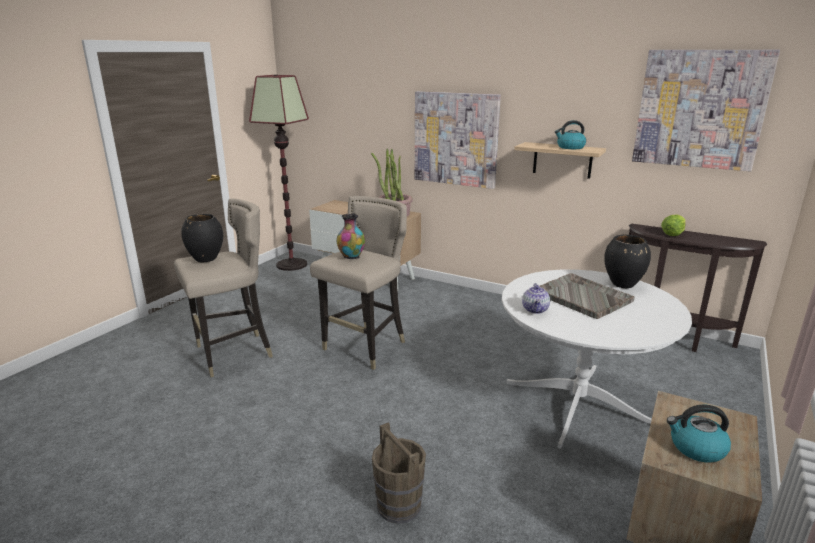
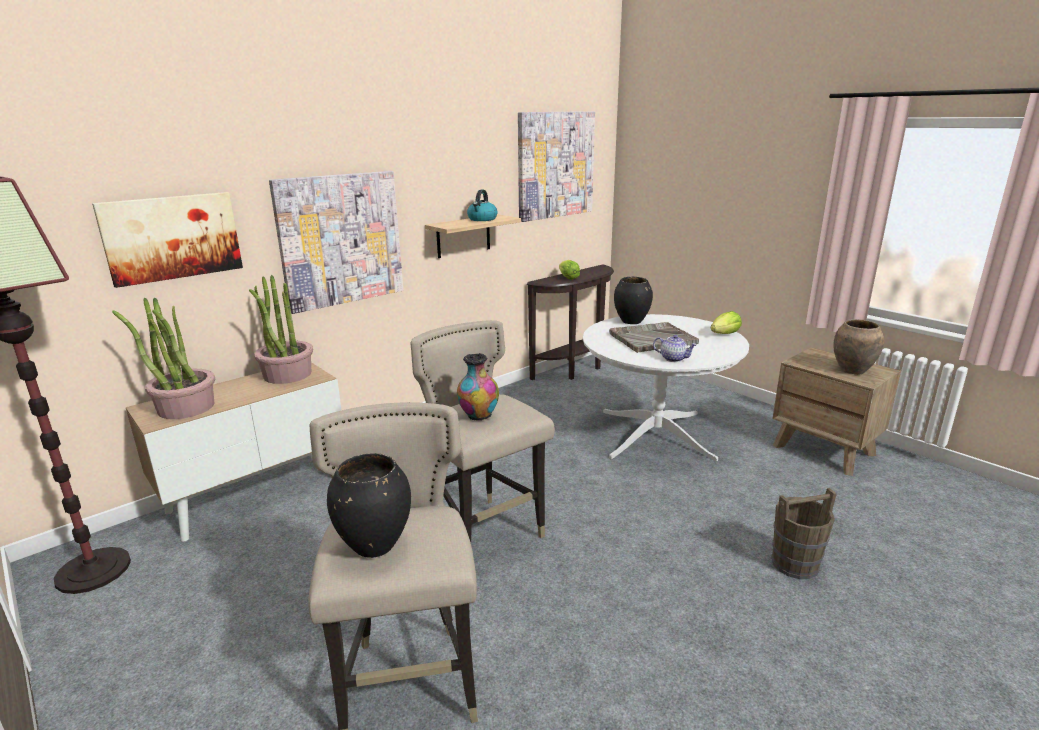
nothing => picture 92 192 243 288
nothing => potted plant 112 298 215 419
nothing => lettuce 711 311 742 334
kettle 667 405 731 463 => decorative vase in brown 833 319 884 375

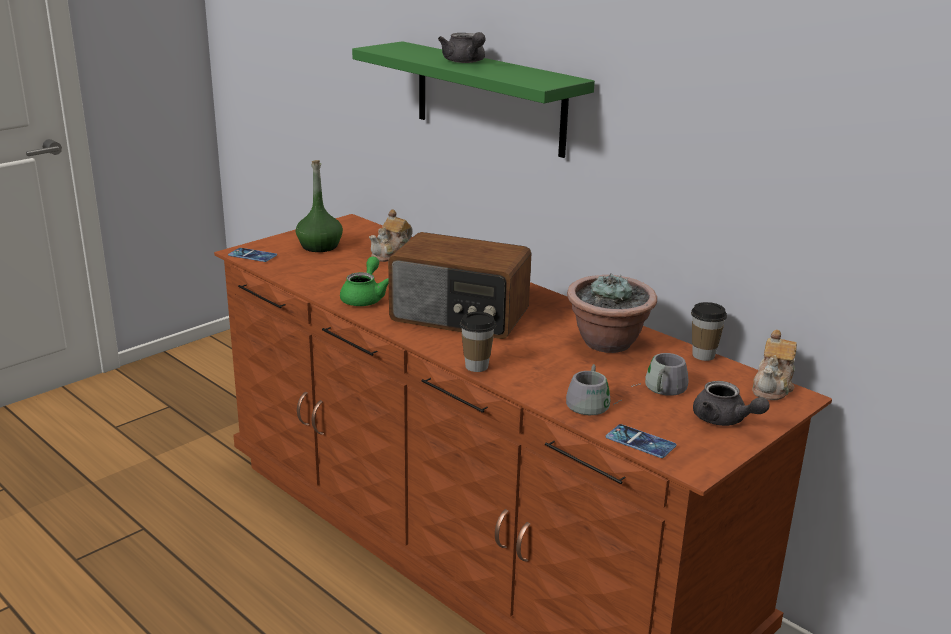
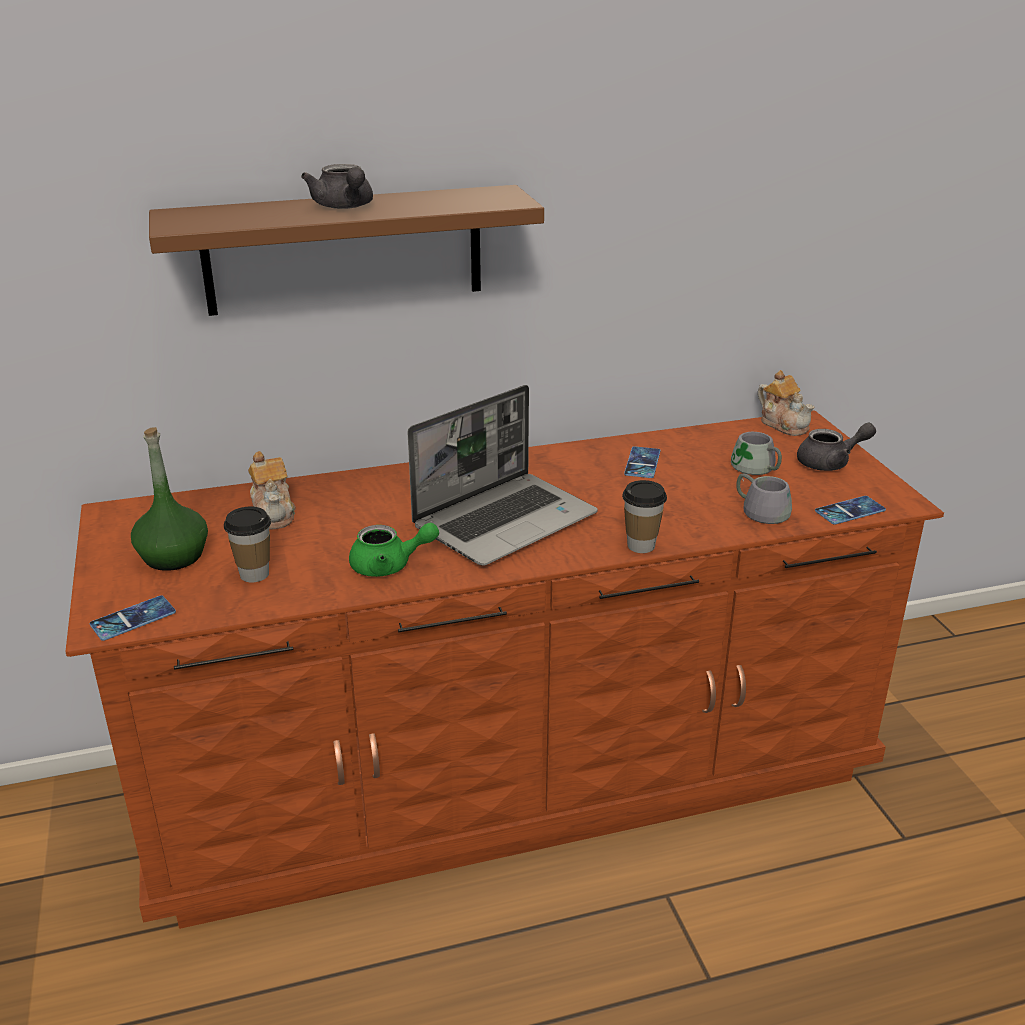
shelf in green 352 41 595 158 => shelf in brown 149 185 544 316
cup 691 302 727 361 => cup 224 507 271 582, shifted
teapot in greyish 438 32 485 63 => teapot in greyish 301 164 373 209, 60 degrees clockwise
teapot in green 340 257 389 306 => teapot in green 349 523 439 577, 135 degrees clockwise
radio 388 232 531 339 => portable computer 408 385 598 566
potted plant 567 274 657 353 => telephone 624 446 660 478

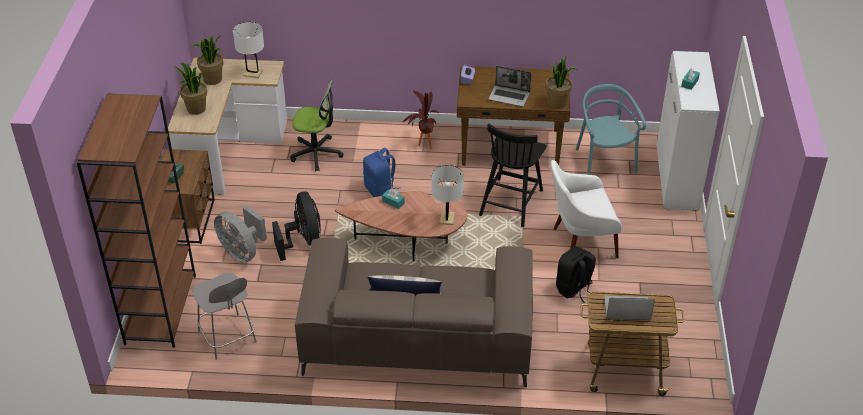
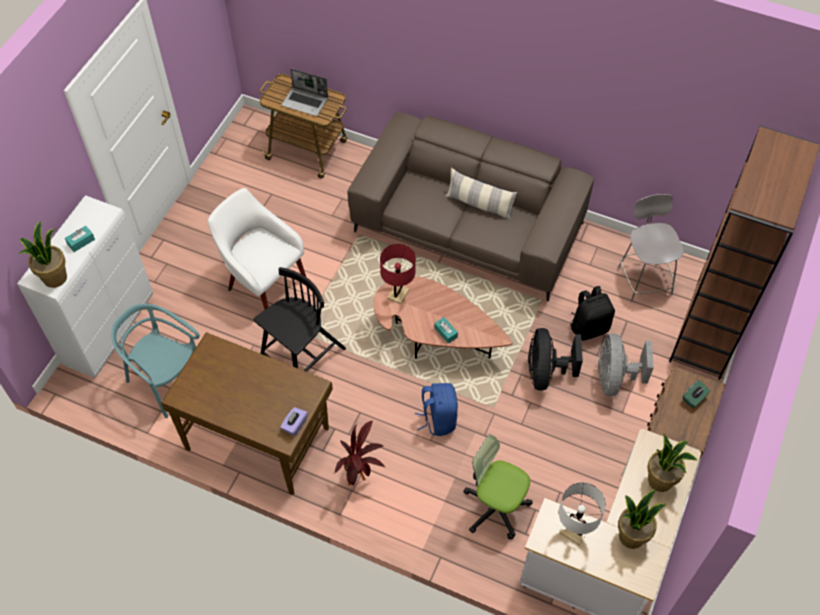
potted plant 545 56 577 109 => potted plant 19 221 67 288, shifted
upright chair in turquoise 576 84 646 175 => upright chair in turquoise 111 303 200 418, 120 degrees clockwise
armchair in whitish 551 160 622 258 => armchair in whitish 208 188 306 310, 150 degrees counterclockwise
table lamp in whitish 432 165 464 225 => table lamp in reddish 380 244 416 304
knapsack in black 556 247 596 303 => knapsack in black 570 286 615 340, shifted
cooling fan in greyish 214 205 267 263 => cooling fan in greyish 598 333 654 396, 150 degrees counterclockwise
portable computer 488 66 532 107 => nothing

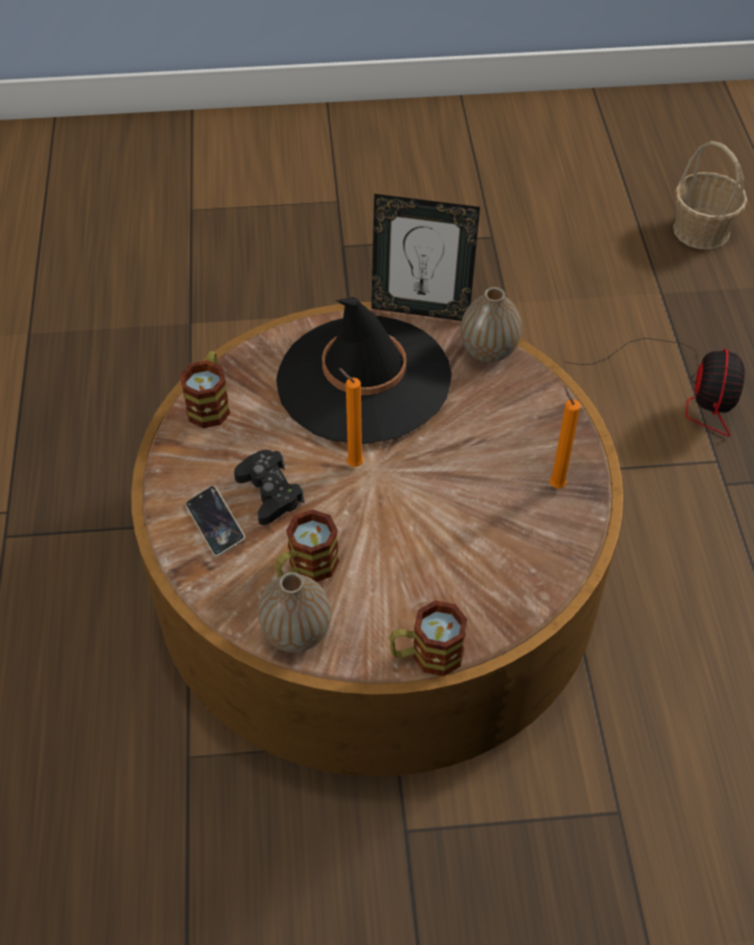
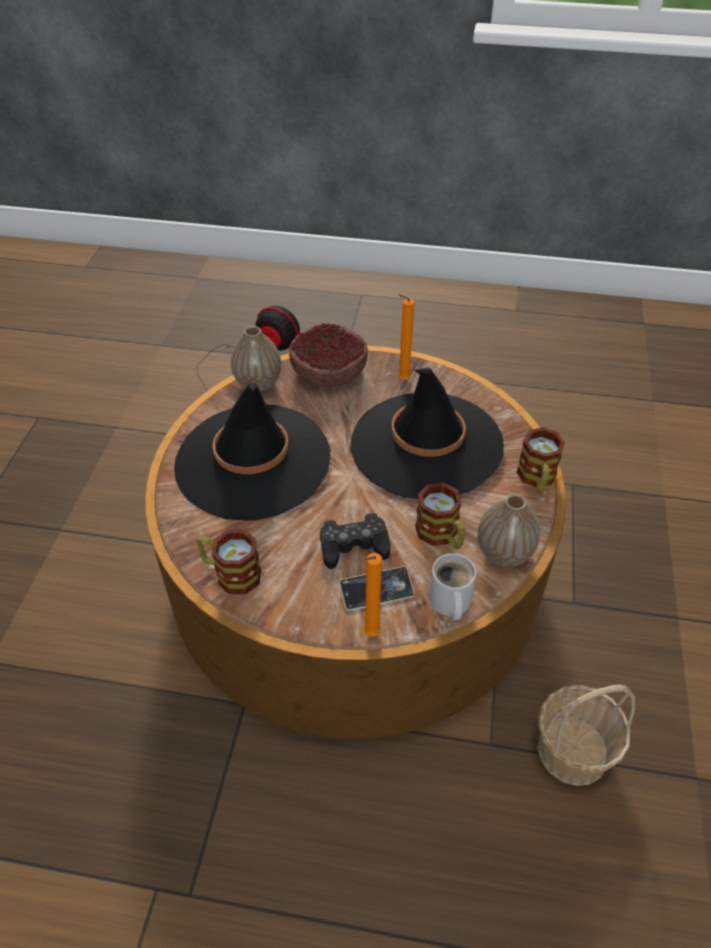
nothing => deep dish 289 323 368 387
nothing => clothing hat in black 350 367 504 499
wax candle in orange 339 368 364 467 => wax candle in orange 364 553 382 636, shifted
nothing => tea mug in whitish 429 553 476 620
basket 673 141 747 250 => basket 538 685 635 786, shifted
standing frame 371 194 480 321 => nothing

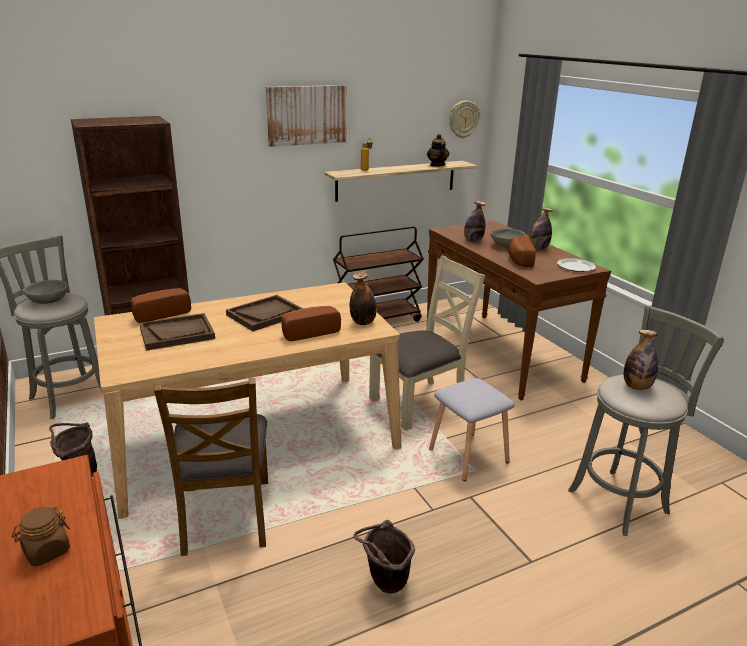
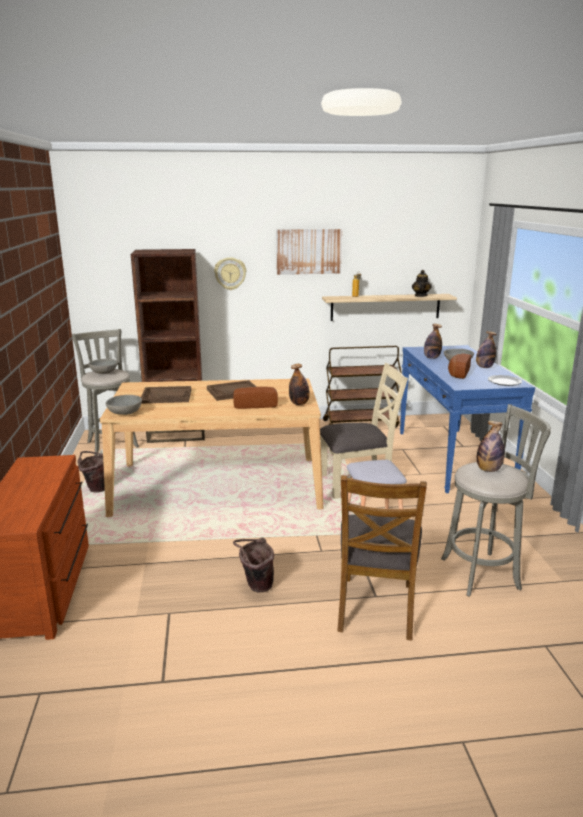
nothing => deep dish in greyish 106 395 142 415
hanging clock 449 101 480 139 => hanging clock 214 257 246 290, shifted
upright chair in brown 154 378 268 556 => upright chair in brown 337 475 427 641, shifted
console table in brown 426 220 611 400 => console table in blue 400 345 535 493
storage jar in brown 12 507 70 566 => nothing
bread 131 288 191 323 => nothing

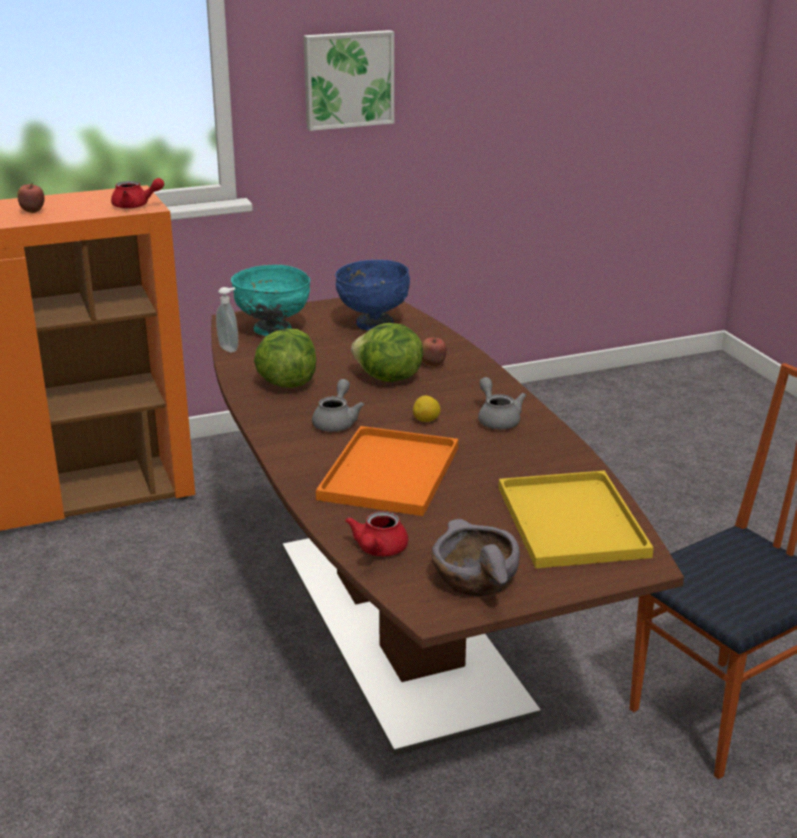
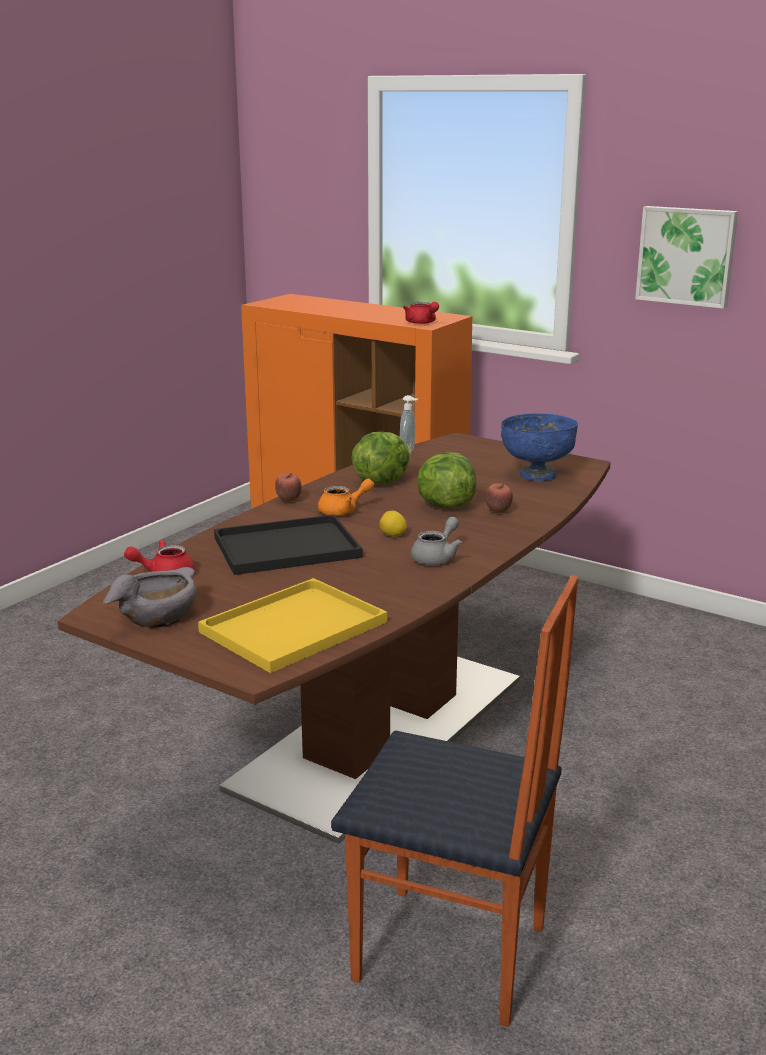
carrying tray in orange 316 426 458 516 => carrying tray in black 214 515 363 575
whole apple 17 183 45 213 => whole apple 275 473 302 502, shifted
teapot in greyish 312 379 364 432 => teapot in orange 318 478 374 516
deep dish in turquoise 231 265 311 336 => nothing

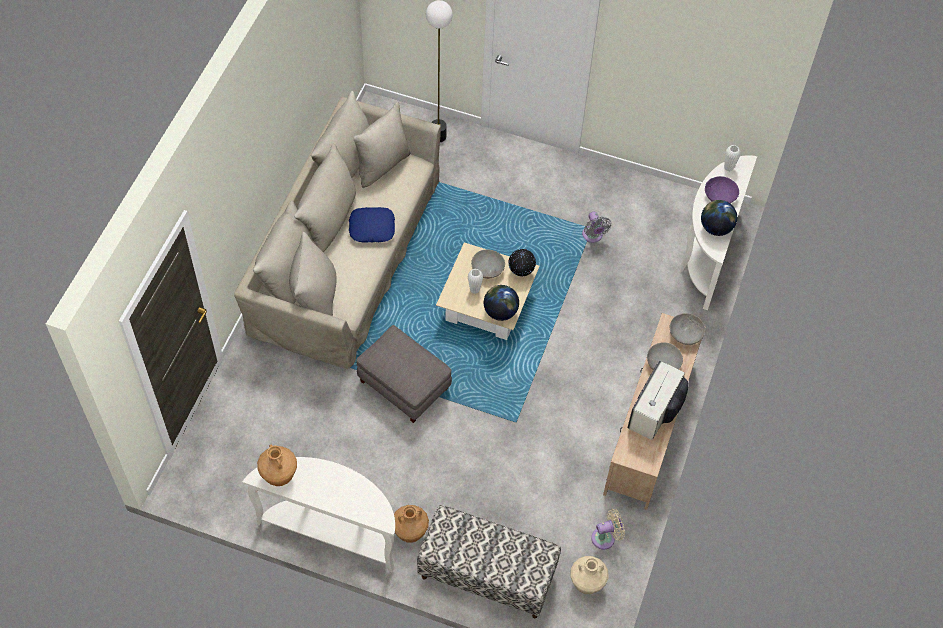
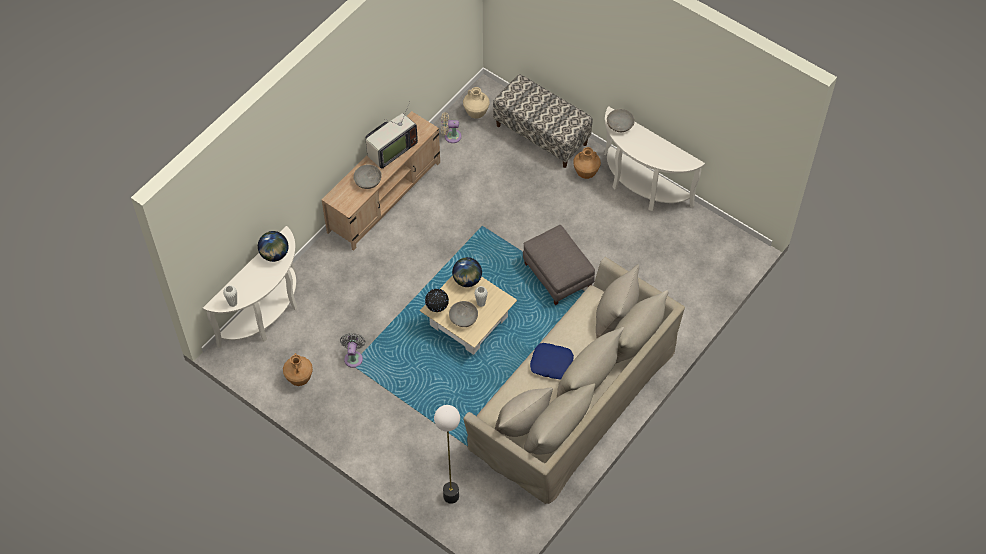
decorative vase in brown 257 444 297 486 => decorative vase in brown 283 353 313 386, shifted
deep dish in greyish 670 313 705 345 => deep dish in greyish 607 109 635 132, shifted
deep dish in purplish 705 176 739 203 => nothing

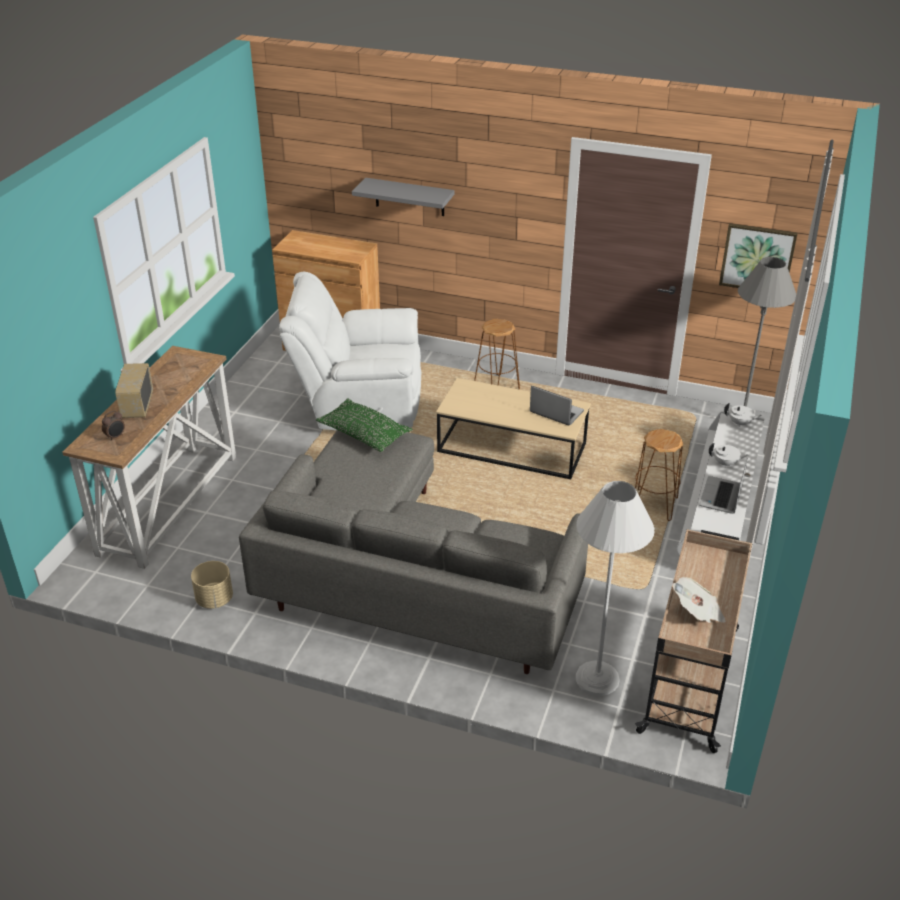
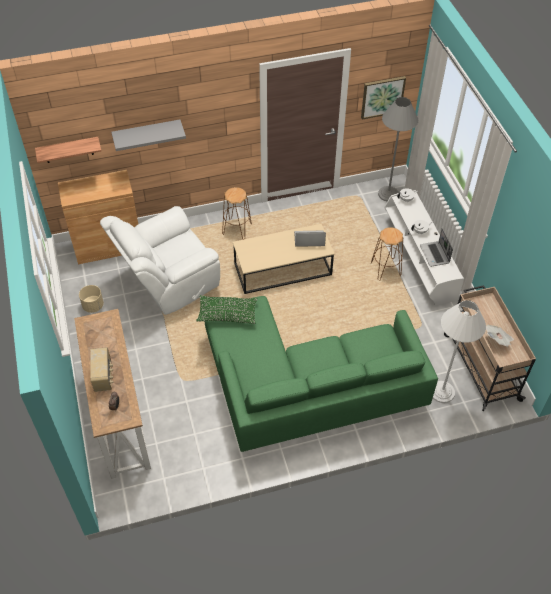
nothing => shelf 35 137 101 163
planter in beige 191 561 233 609 => planter in beige 79 285 104 313, shifted
radio 115 363 153 418 => radio 90 347 113 392, 150 degrees counterclockwise
settee in greyish 239 430 588 674 => settee in green 204 296 438 452

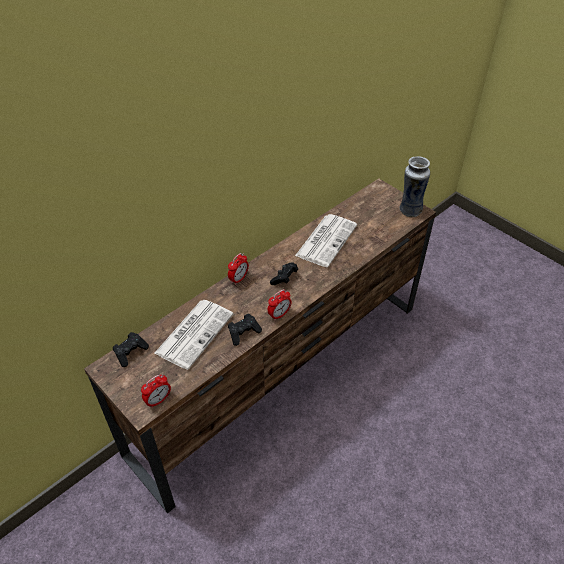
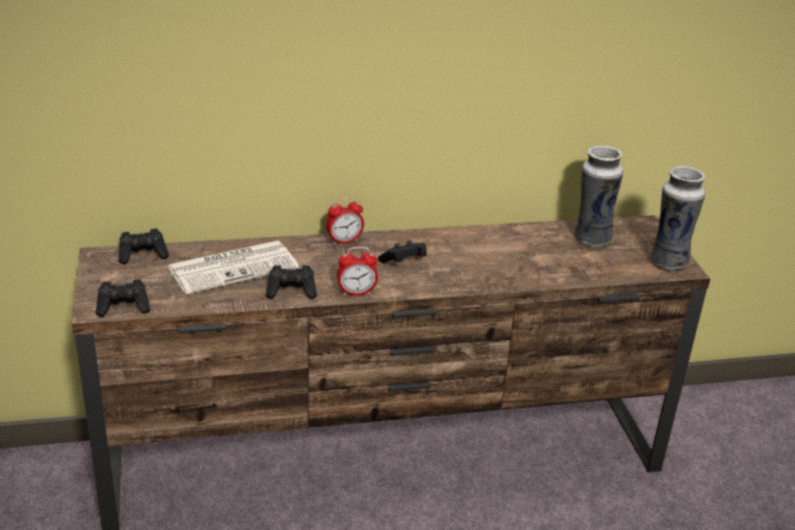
bedside clock 141 375 171 408 => game controller in black 96 280 150 317
nothing => decorative vase 574 146 623 248
newspaper 295 214 357 267 => nothing

